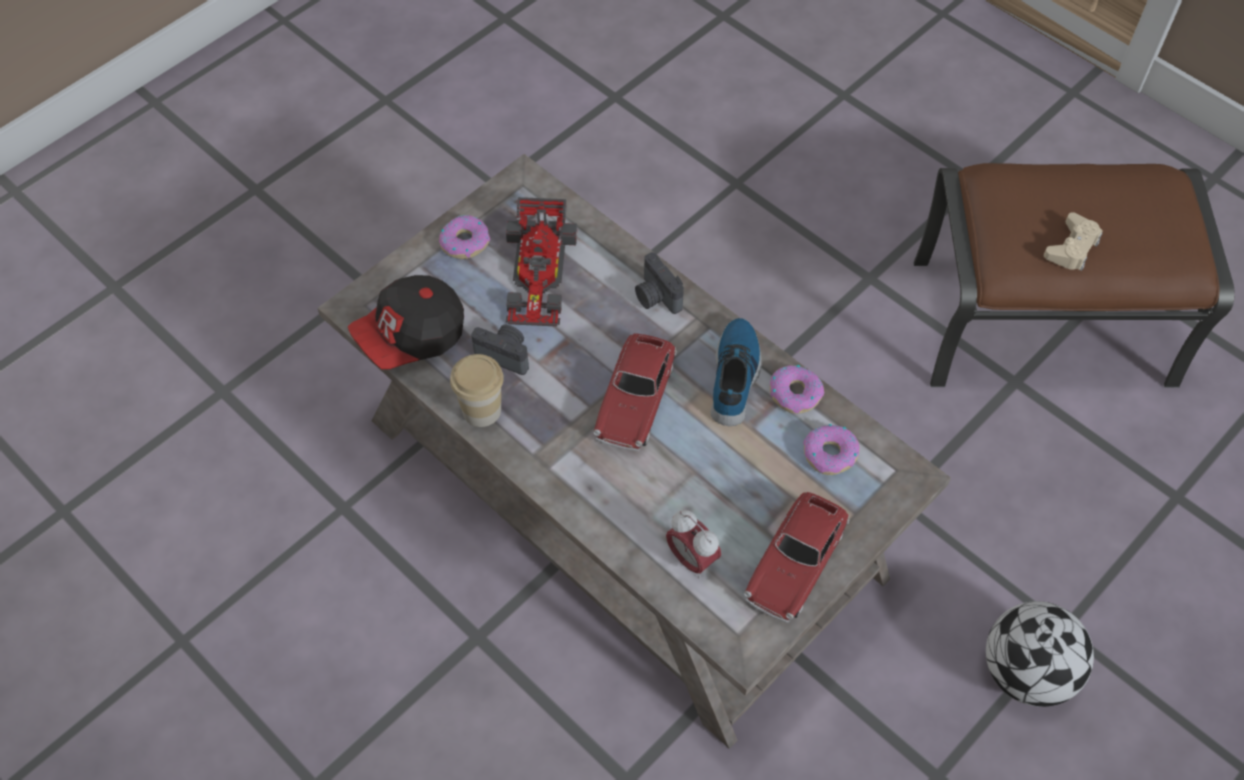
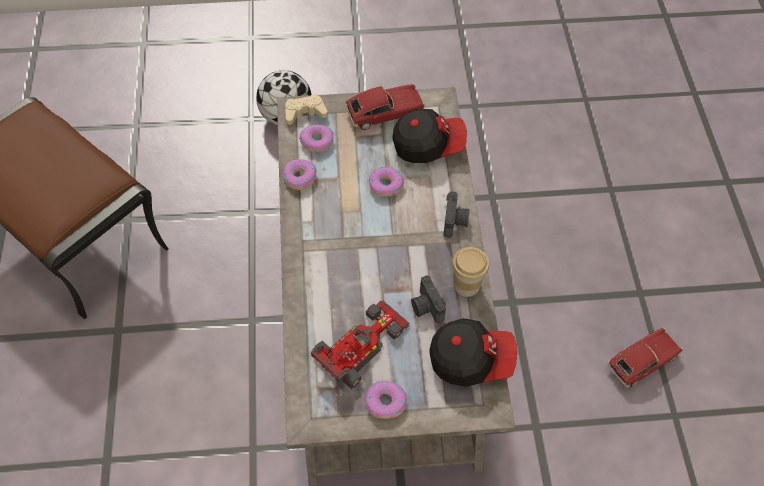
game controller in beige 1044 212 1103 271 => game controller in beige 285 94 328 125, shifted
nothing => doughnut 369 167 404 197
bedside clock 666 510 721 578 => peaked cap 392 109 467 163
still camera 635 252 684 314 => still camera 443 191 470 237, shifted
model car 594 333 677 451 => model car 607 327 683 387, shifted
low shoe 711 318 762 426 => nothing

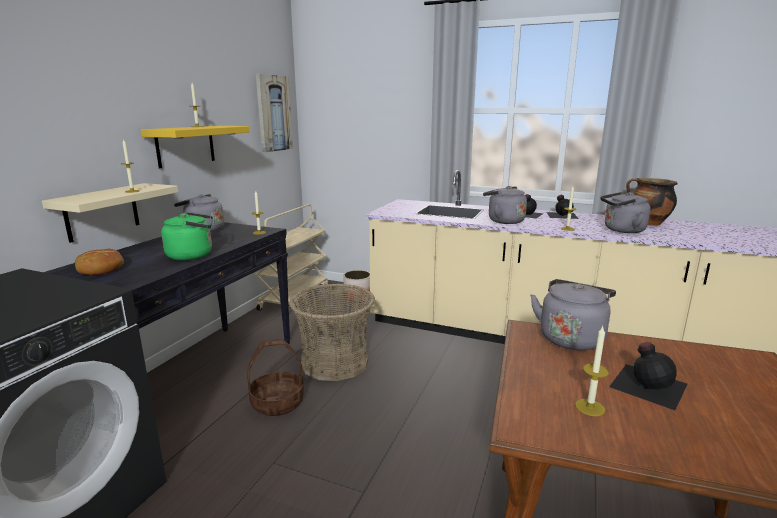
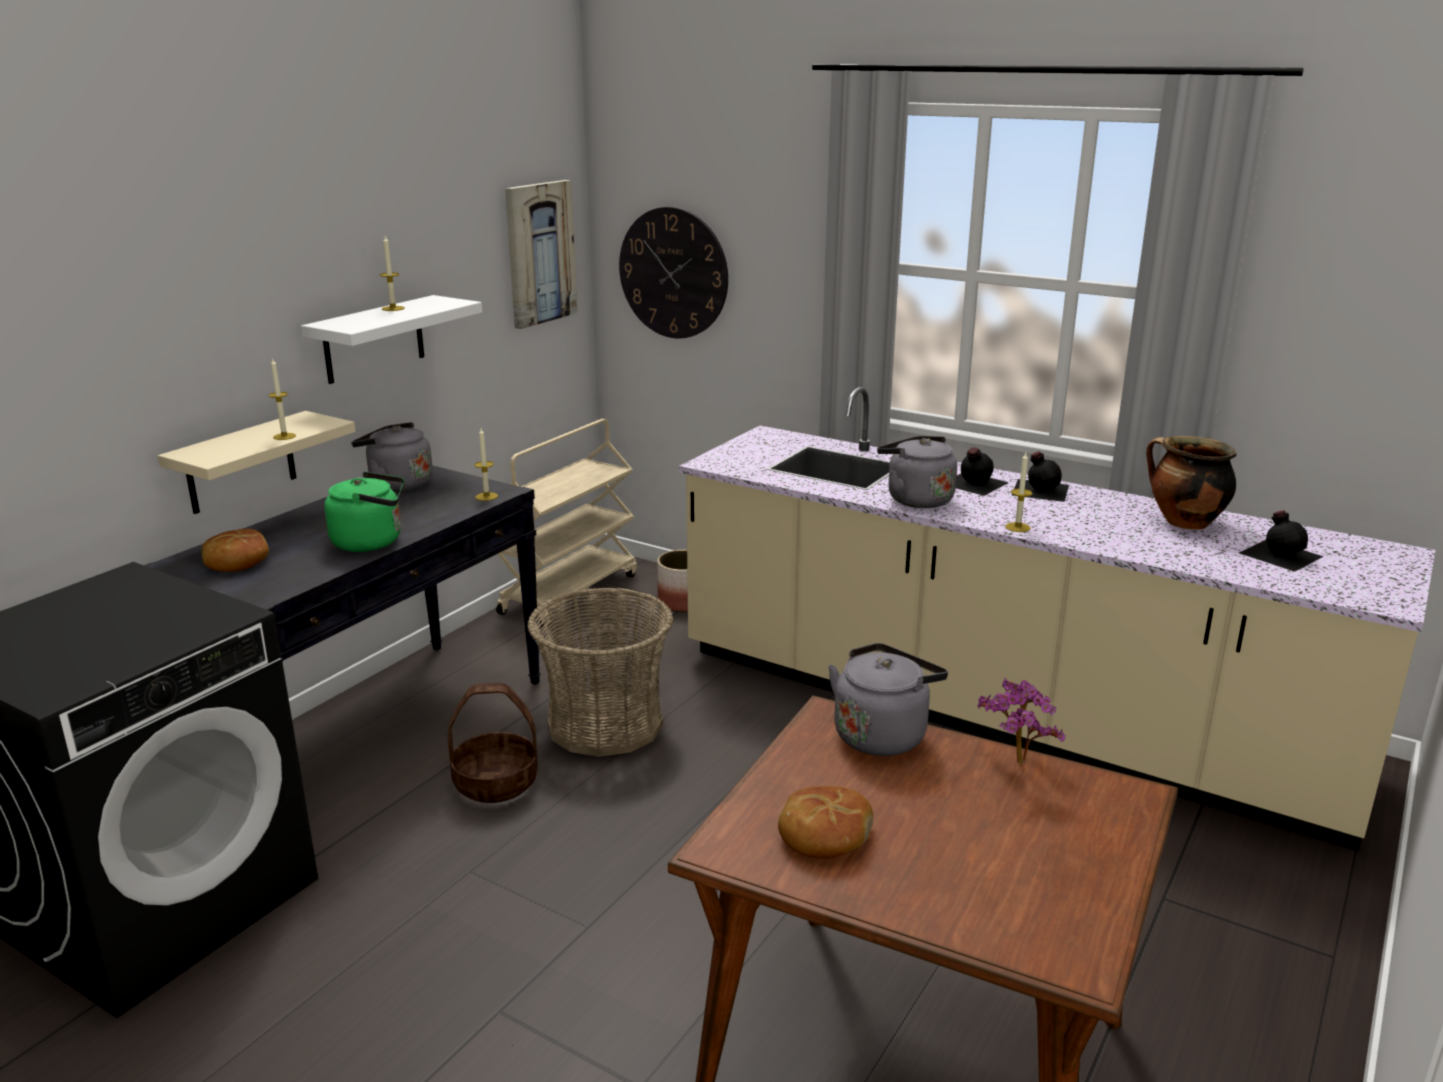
shelf in yellow-coloured 141 126 249 168 => shelf in whitish 301 295 482 384
nothing => hanging clock 619 207 728 339
wax candle 575 327 609 416 => bread 778 786 873 859
nothing => potted plant 977 678 1065 764
beverage bottle in black 609 342 687 410 => beverage bottle in black 1239 510 1324 572, shifted
kettle in greyish 601 192 651 233 => nothing

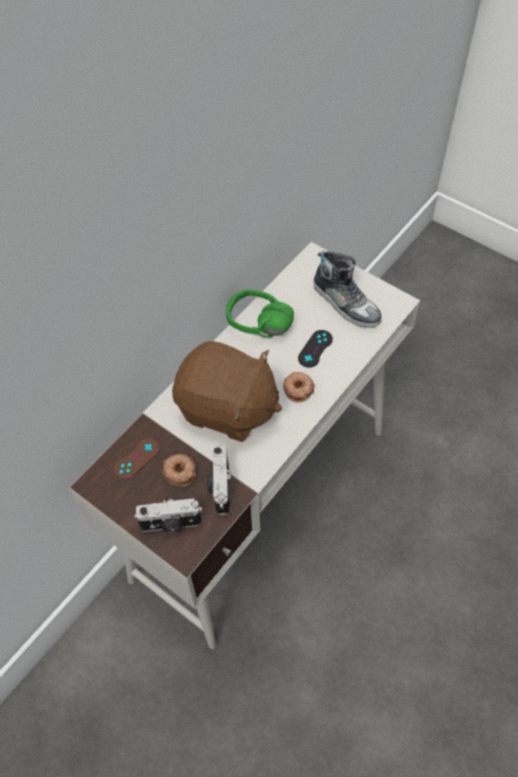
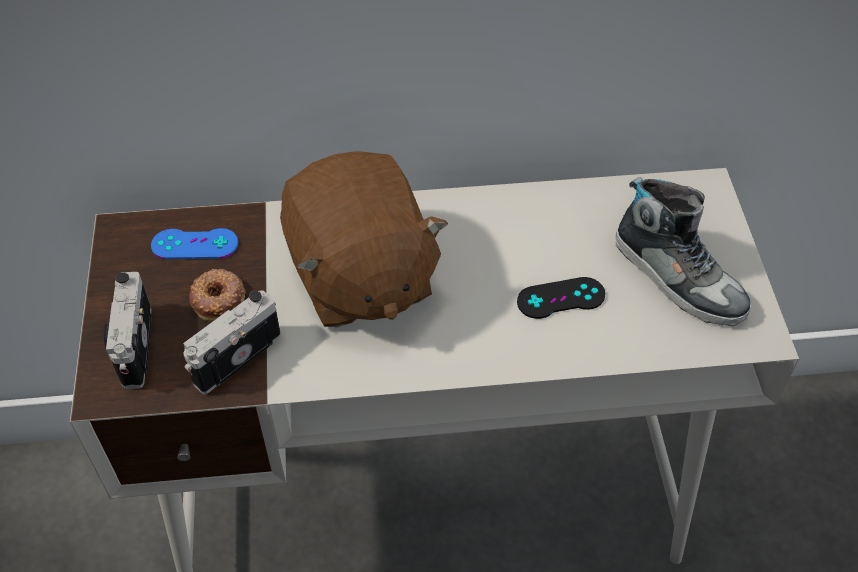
still camera 135 498 202 534 => still camera 104 272 152 389, 45 degrees clockwise
game controller in brown 114 438 160 479 => game controller in blue 151 228 238 259
low shoe 313 251 382 328 => low shoe 616 177 751 326, 45 degrees counterclockwise
headphones in green 226 289 294 338 => nothing
doughnut 284 372 315 402 => nothing

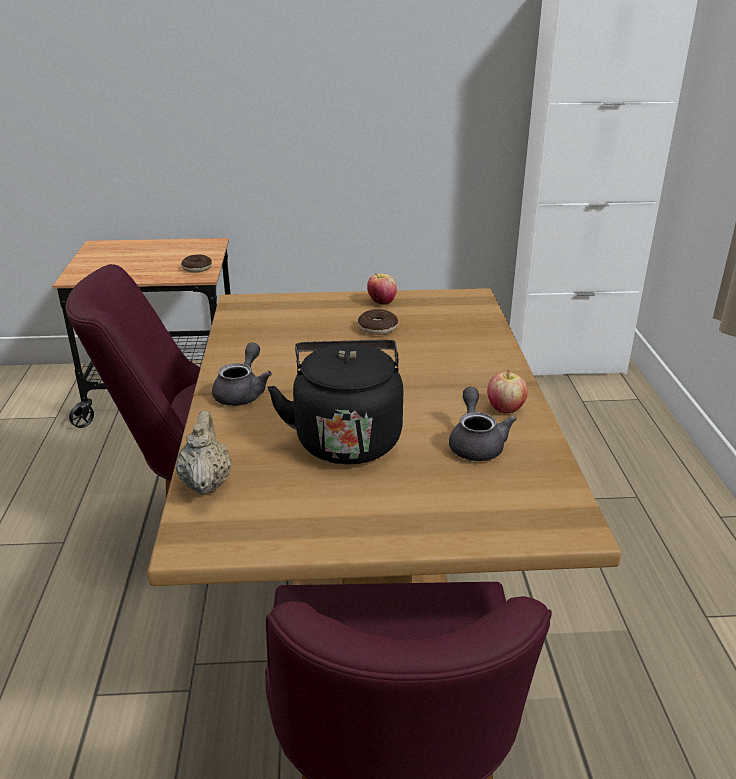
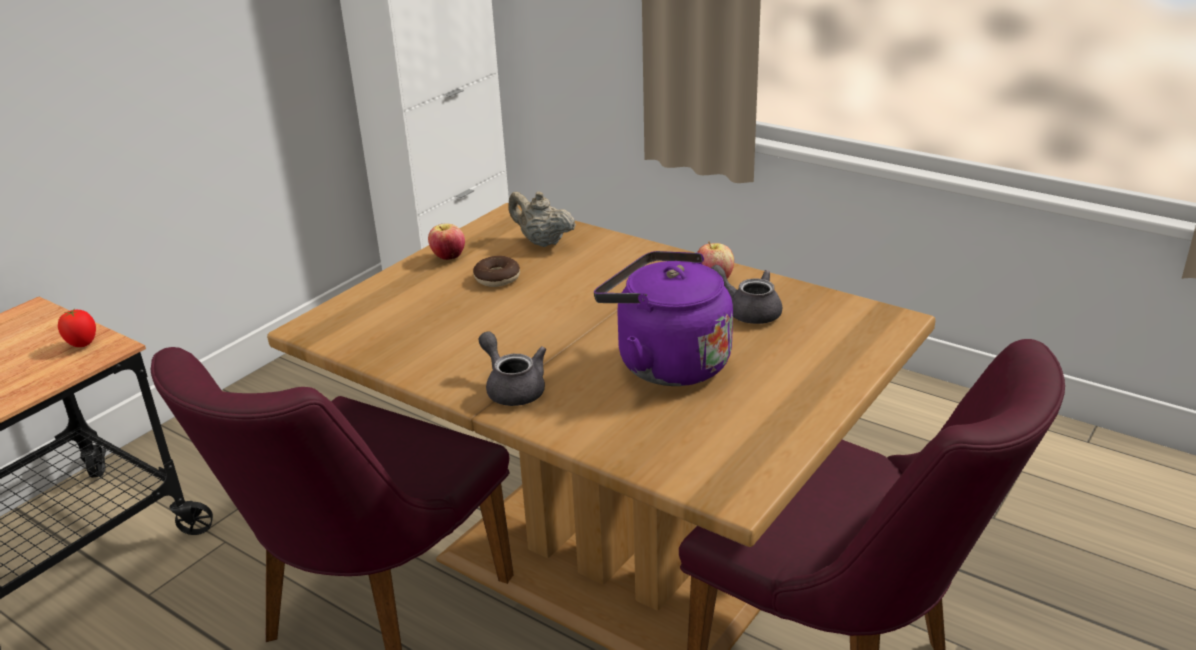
doughnut 181 254 212 273 => tomato 58 310 96 347
teapot in beige 176 410 232 495 => teapot in beige 508 191 576 247, shifted
kettle in black 267 340 403 464 => kettle in purplish 594 251 733 386

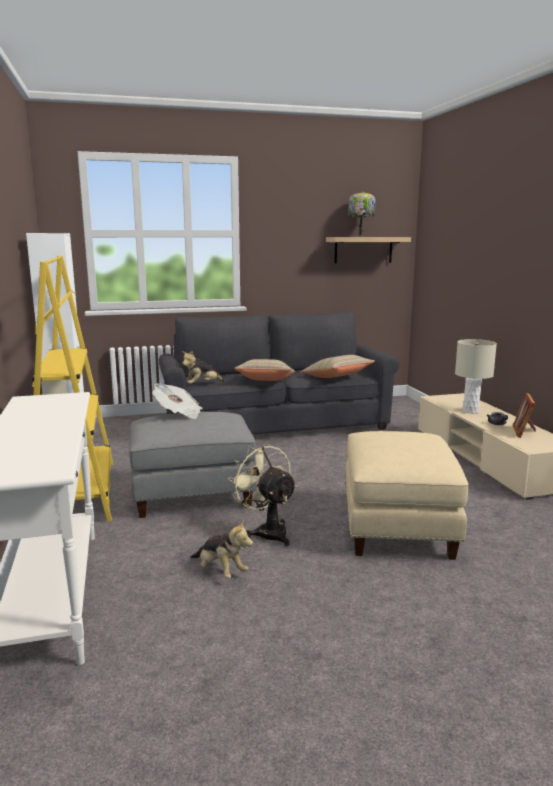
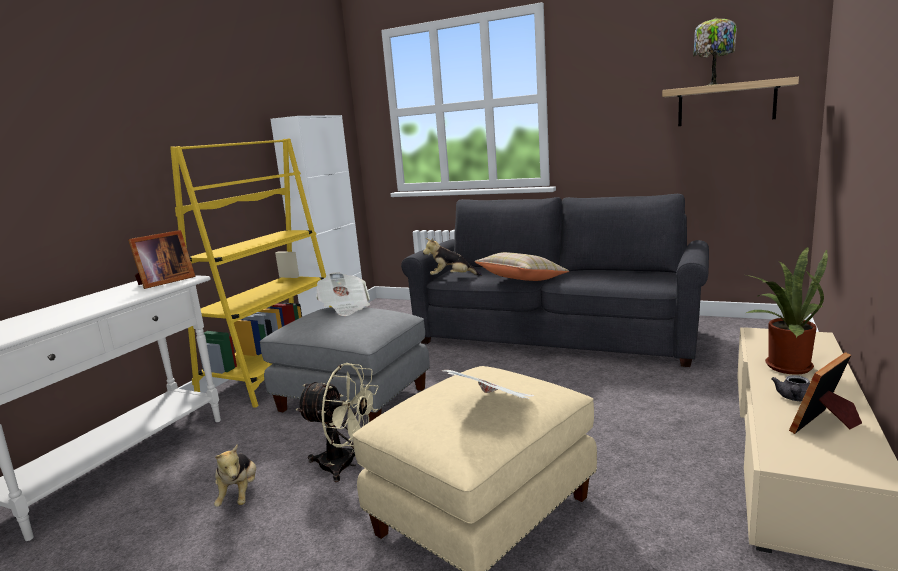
nothing => standing frame 128 230 195 289
cooling fan in beige 228 443 297 546 => cooling fan in beige 296 363 379 482, 105 degrees clockwise
nothing => newspaper 442 370 535 399
table lamp in beige 455 339 497 414 => potted plant 746 247 828 374
cushion in beige 301 355 375 378 => nothing

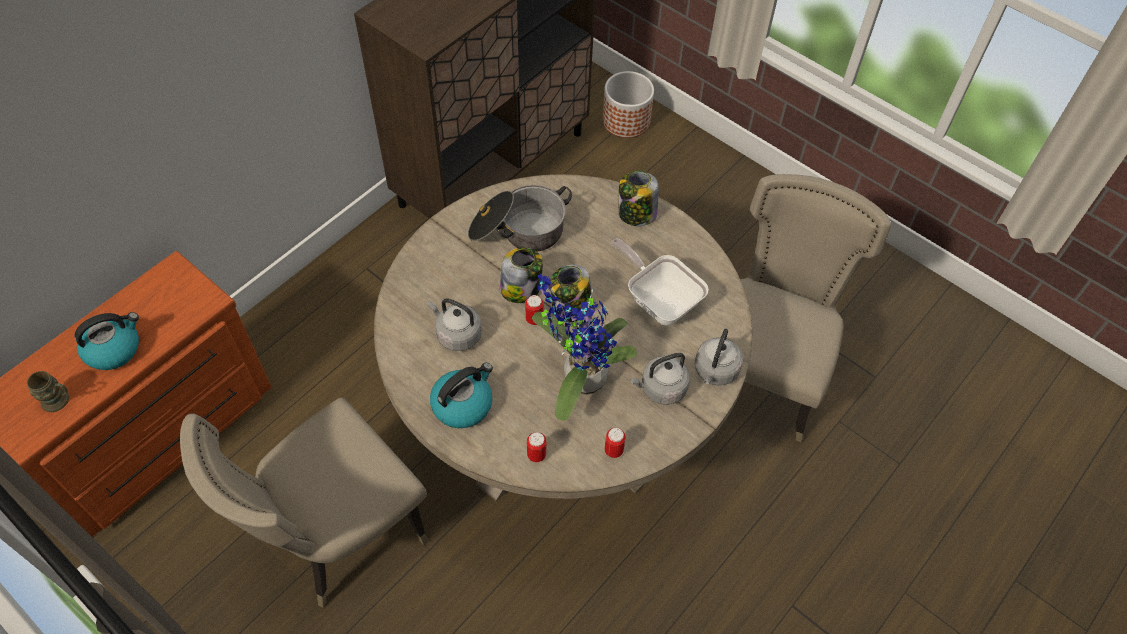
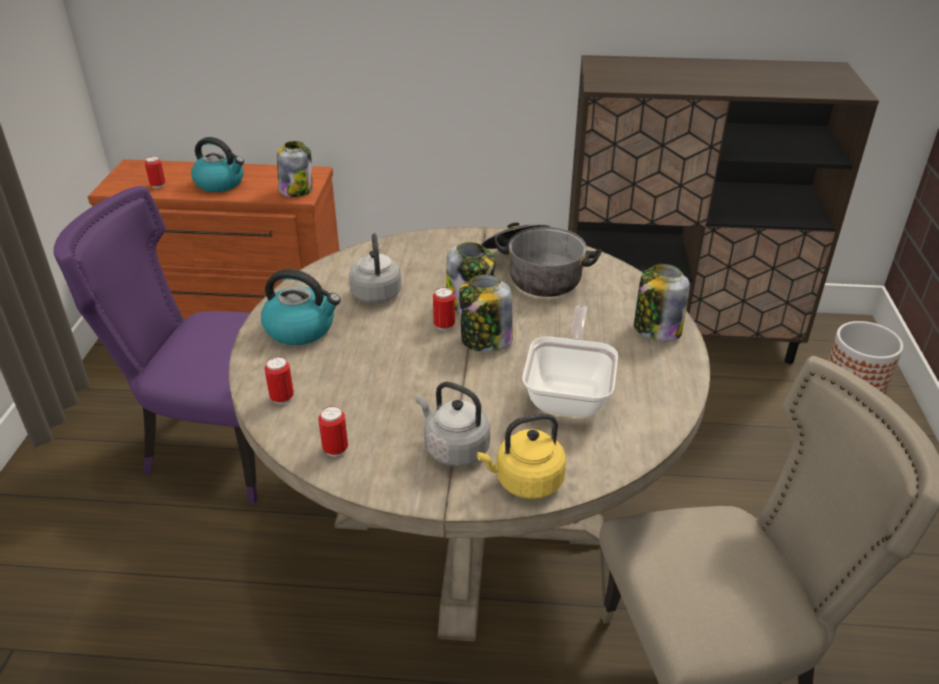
upright chair in beige 180 398 428 607 => upright chair in purplish 54 186 257 504
tea mug in brown 27 371 69 412 => sealed can 145 156 166 188
nothing => storage jar 277 141 312 197
kettle in greyish 695 329 743 385 => kettle in yellow-coloured 477 413 566 499
potted plant 532 274 637 421 => nothing

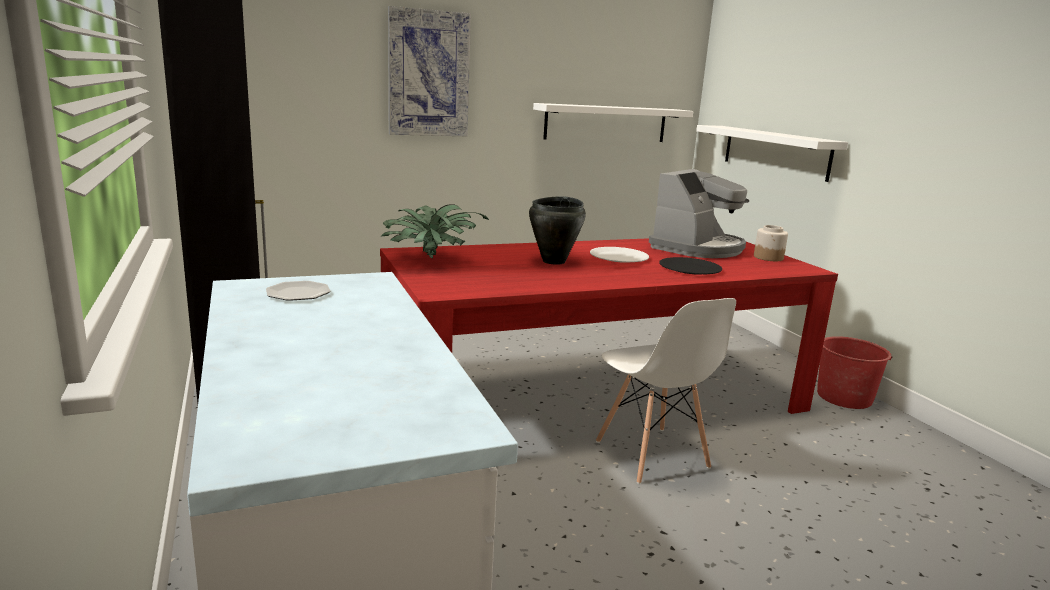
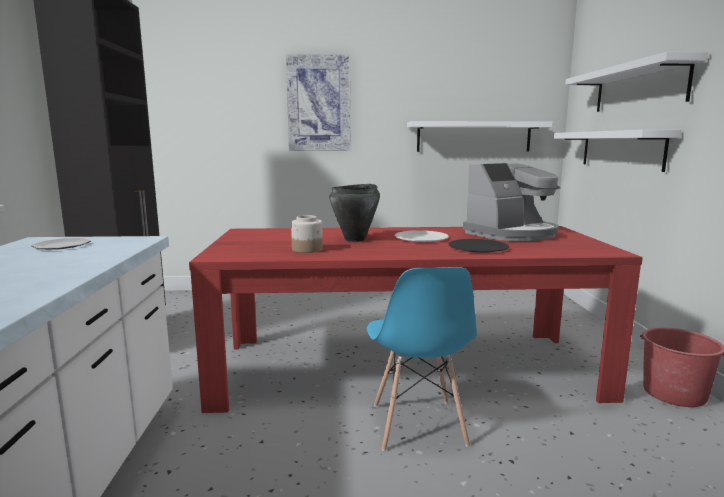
storage jar 754 225 788 261 => storage jar 291 215 323 253, shifted
upright chair in whitish 596 298 736 484 => upright chair in blue 367 267 477 451
nothing => shelf in whitish 565 52 708 112
potted plant 381 204 489 259 => nothing

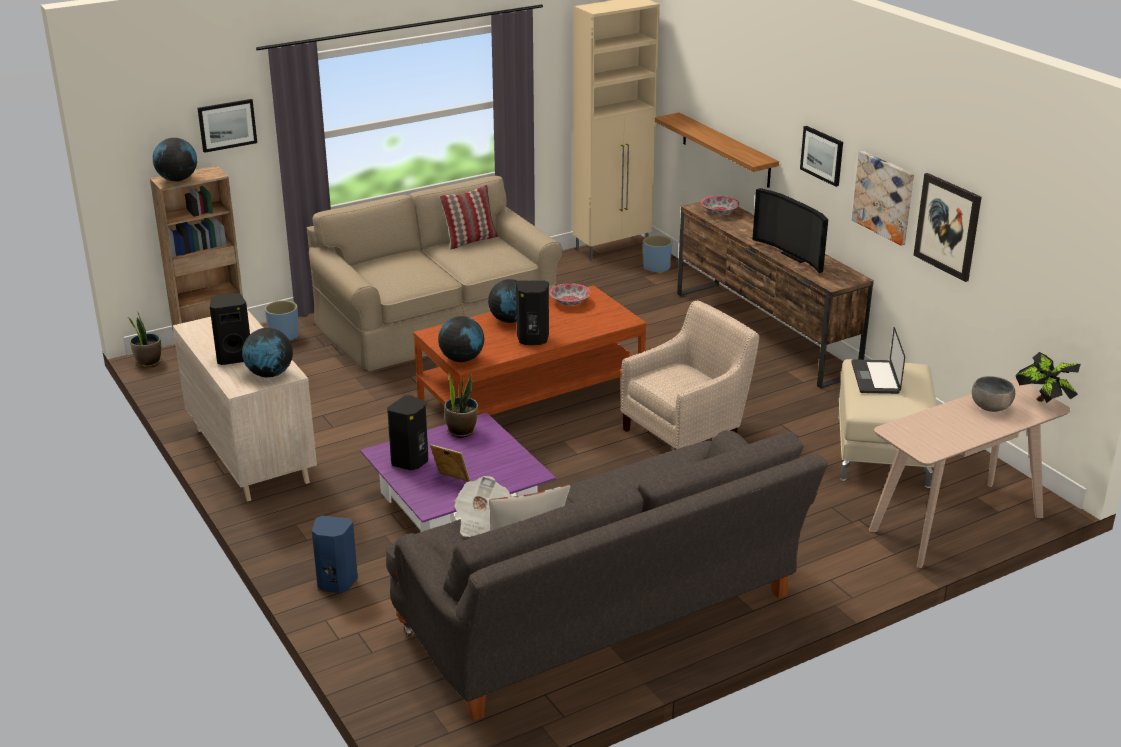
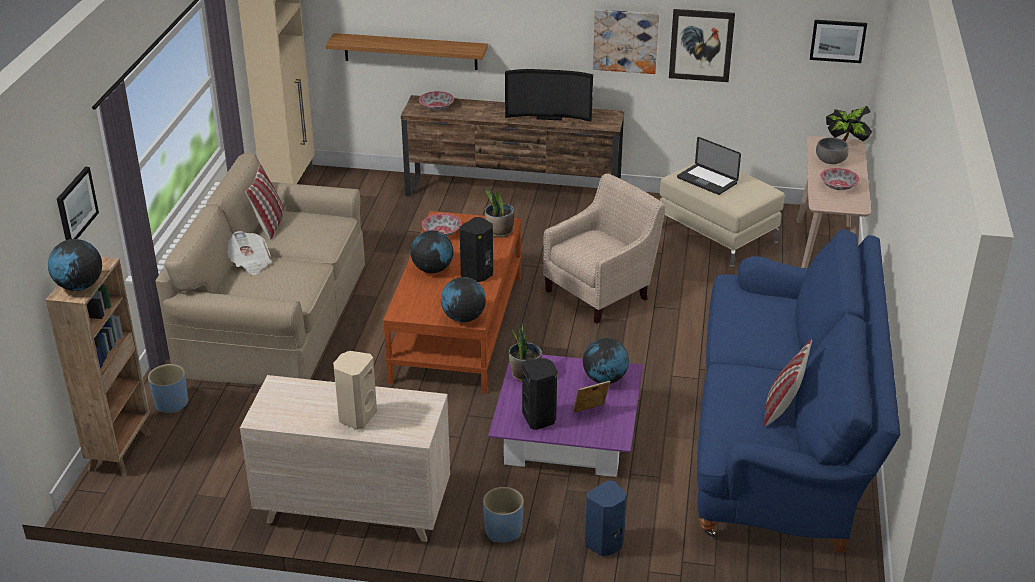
newspaper 454 476 511 537 => newspaper 228 231 272 275, shifted
audio speaker in black 210 293 250 365 => audio speaker in beige 333 351 377 430
planter in blue 643 235 672 274 => planter in blue 483 487 524 543, shifted
potted plant 129 313 161 368 => potted plant 485 187 514 238, shifted
armchair in beige 621 300 759 450 => armchair in beige 543 173 665 324, 45 degrees clockwise
desk globe 242 328 293 377 => desk globe 583 338 629 384, shifted
settee in greyish 386 430 828 721 => settee in blue 697 229 900 553
picture 800 126 843 187 => picture 810 20 867 63, shifted
nothing => deep dish 820 168 860 190

